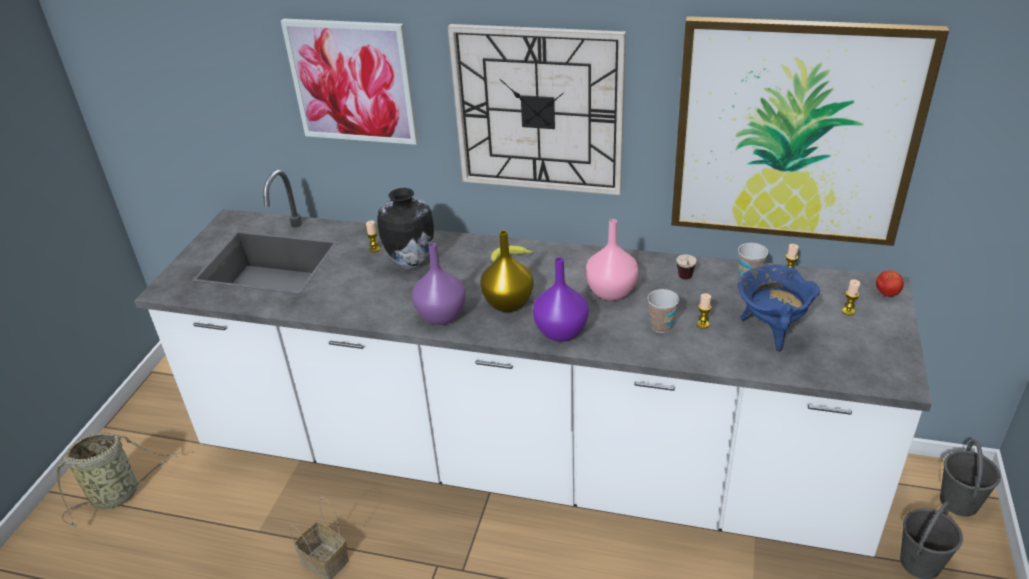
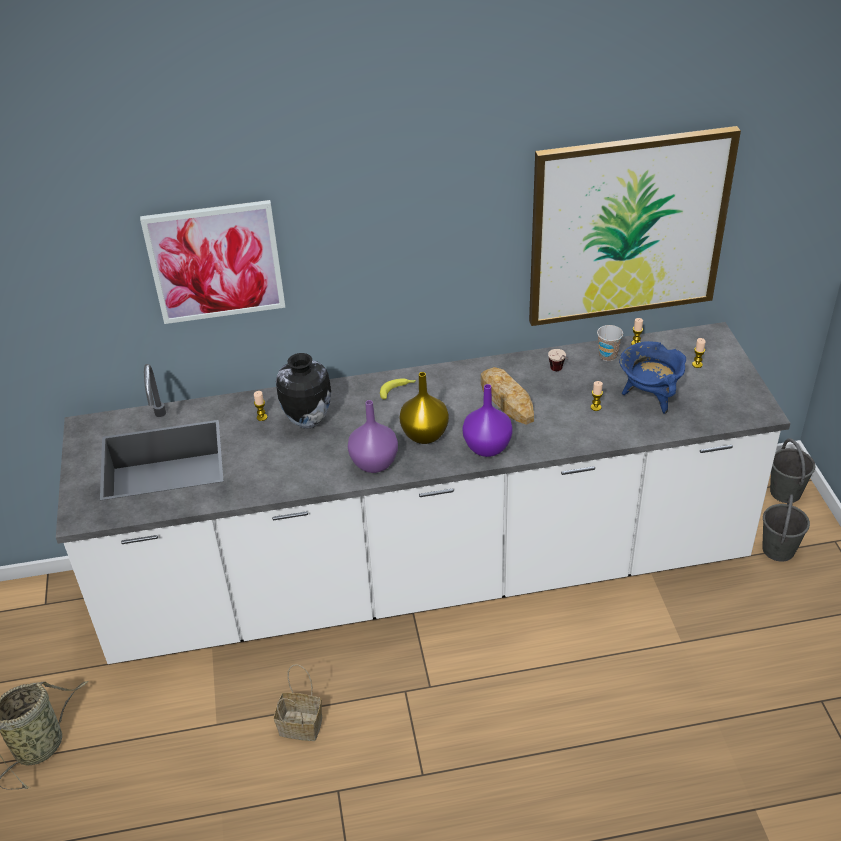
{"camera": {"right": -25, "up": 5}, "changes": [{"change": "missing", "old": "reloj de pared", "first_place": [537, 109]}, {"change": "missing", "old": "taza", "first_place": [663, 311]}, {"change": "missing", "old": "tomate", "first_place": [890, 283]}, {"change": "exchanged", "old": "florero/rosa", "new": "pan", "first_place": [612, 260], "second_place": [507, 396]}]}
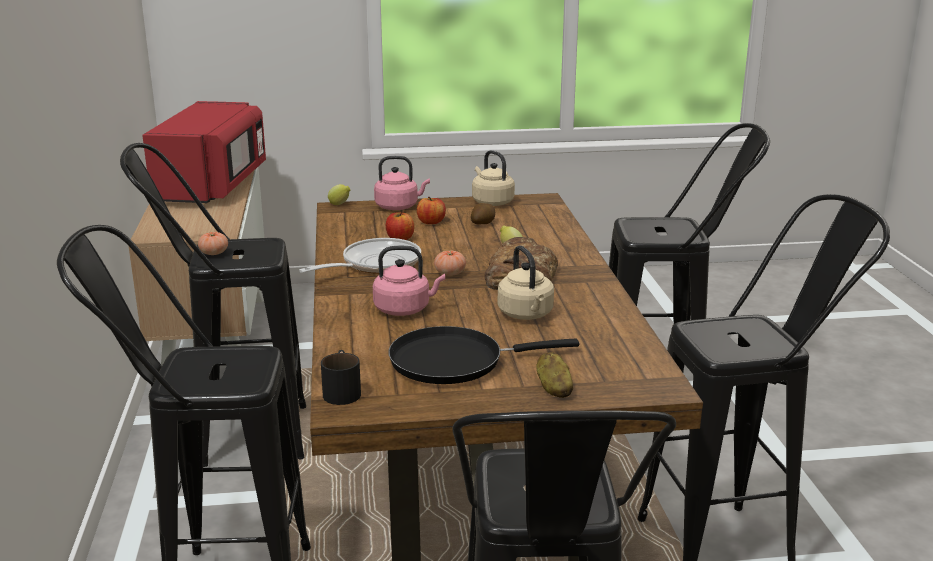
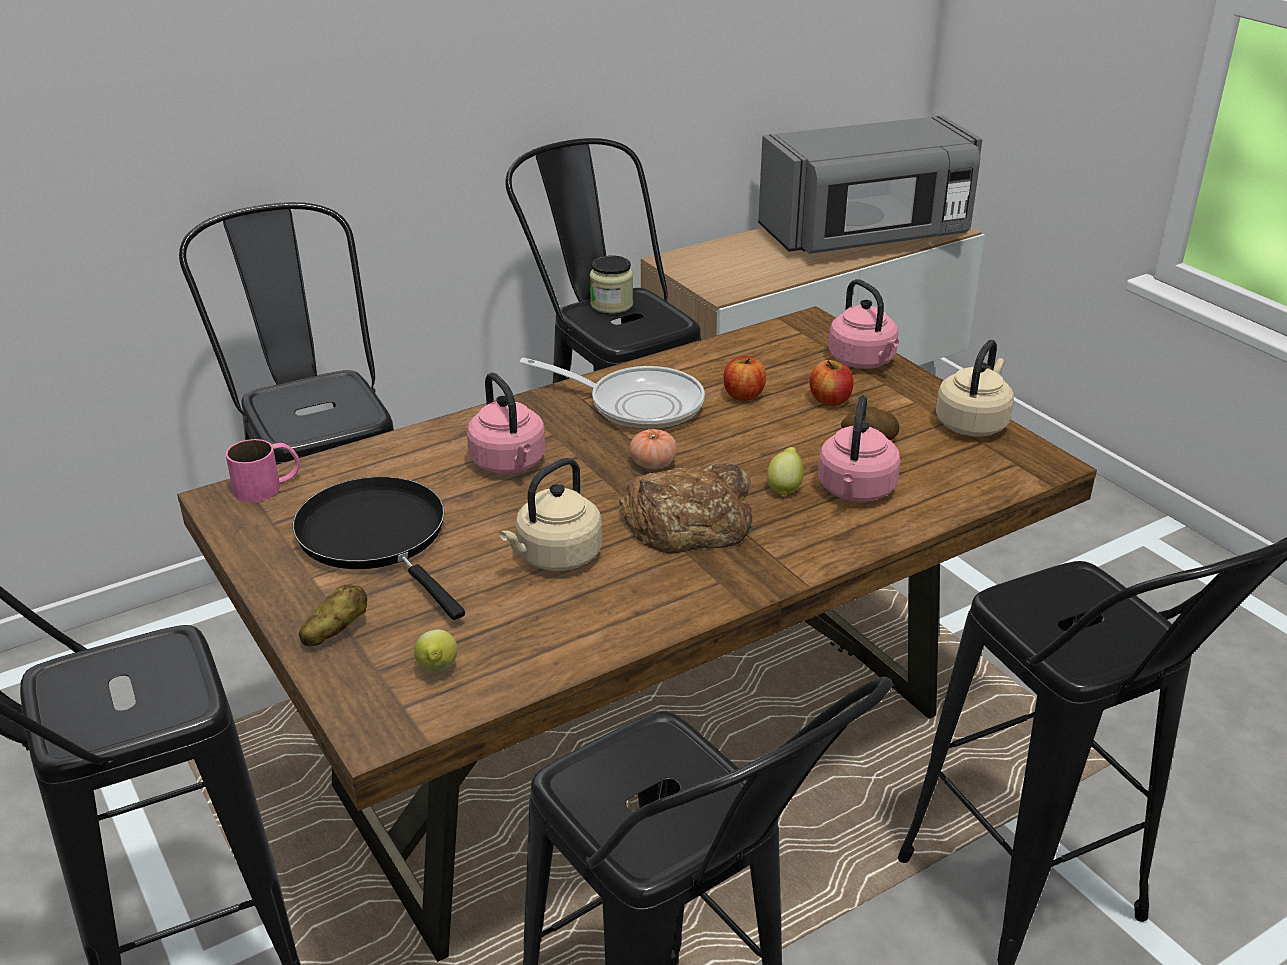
{"camera": {"right": 65, "up": 10}, "changes": [{"change": "appeared", "new": "hervidor/rosa", "second_place": [859, 448]}, {"change": "relocated", "old": "limón", "first_place": [339, 194], "second_place": [436, 651]}, {"change": "exchanged", "old": "tomate", "new": "tarro", "first_place": [213, 243], "second_place": [611, 284]}, {"change": "colour", "old": "microondas/rojo", "new": "microondas/gris", "first_place": [204, 152], "second_place": [870, 184]}, {"change": "colour", "old": "taza grande/negro", "new": "taza grande/rosa", "first_place": [341, 377], "second_place": [263, 470]}]}
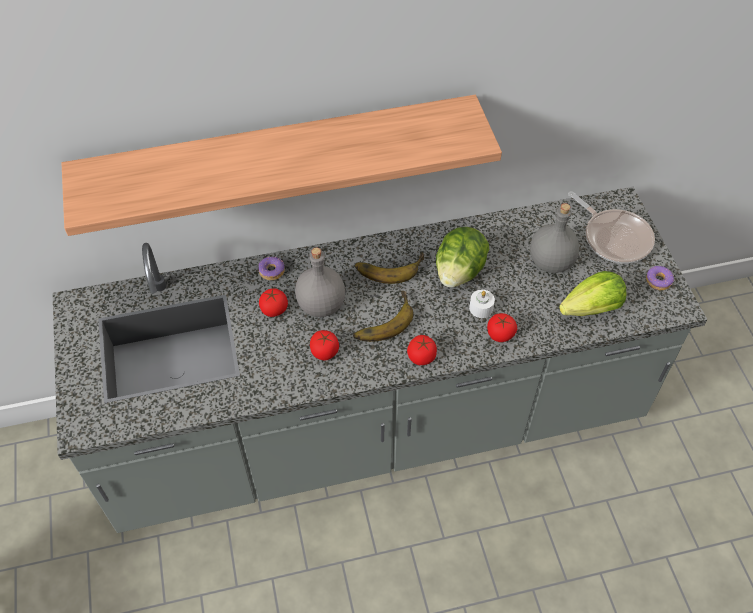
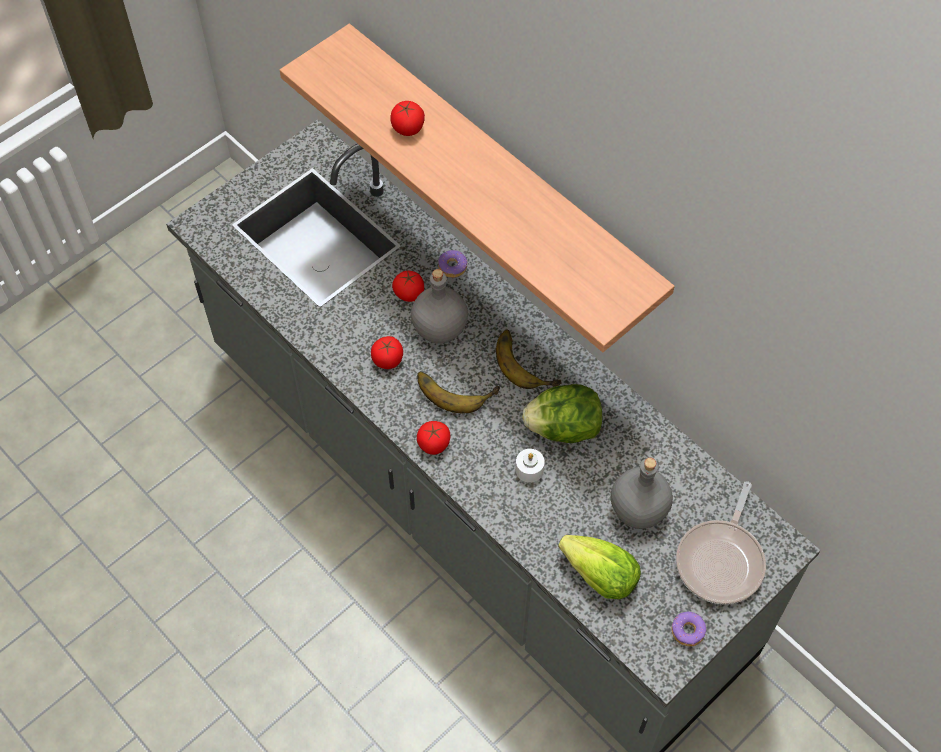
{"camera": {"right": 60, "up": 5}, "changes": [{"change": "relocated", "old": "tomate", "first_place": [502, 327], "second_place": [407, 118]}]}
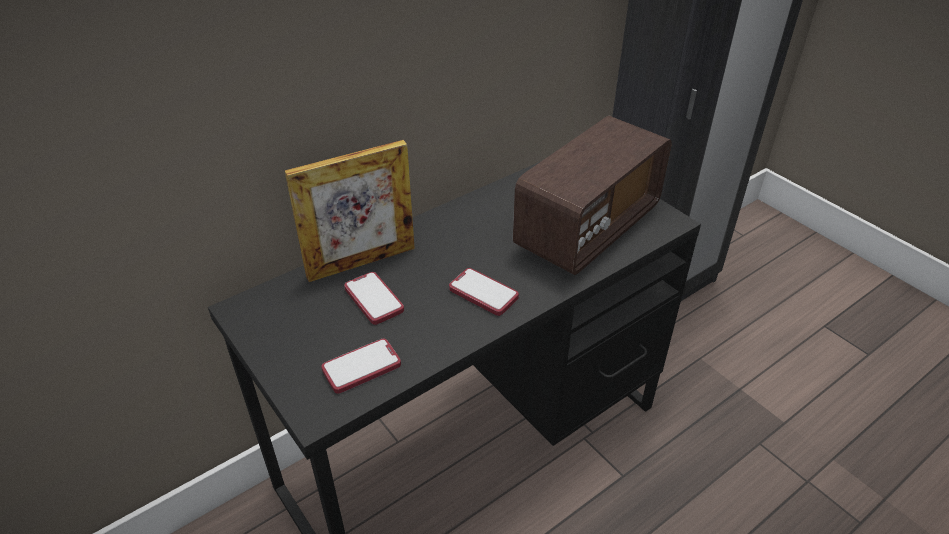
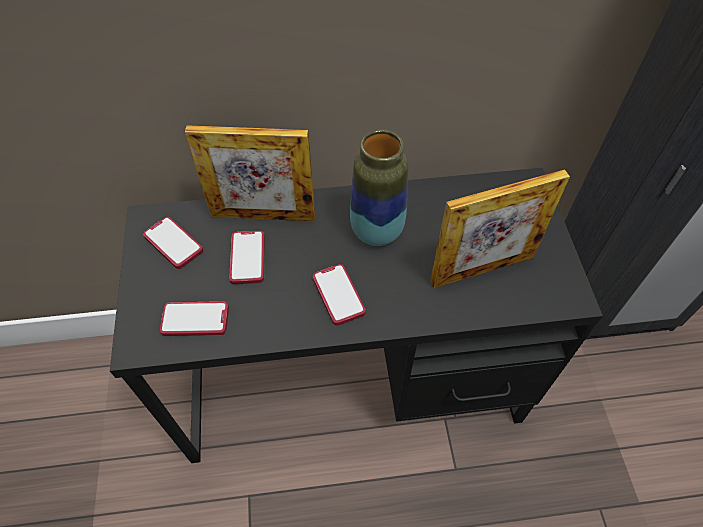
{"camera": {"right": 30, "up": 15}, "changes": [{"change": "appeared", "new": "móvil", "second_place": [173, 243]}, {"change": "appeared", "new": "florero", "second_place": [379, 188]}, {"change": "exchanged", "old": "radio", "new": "portarretratos", "first_place": [592, 195], "second_place": [500, 228]}]}
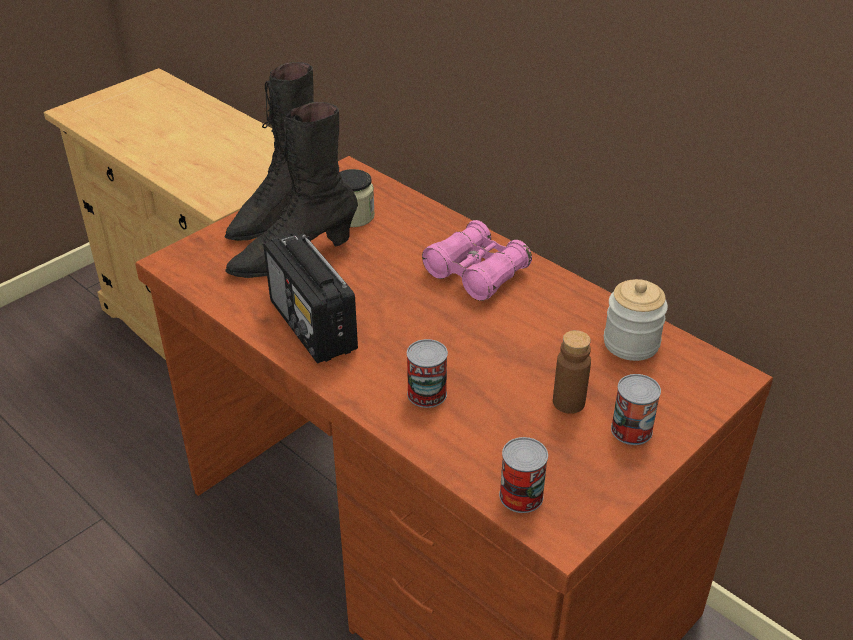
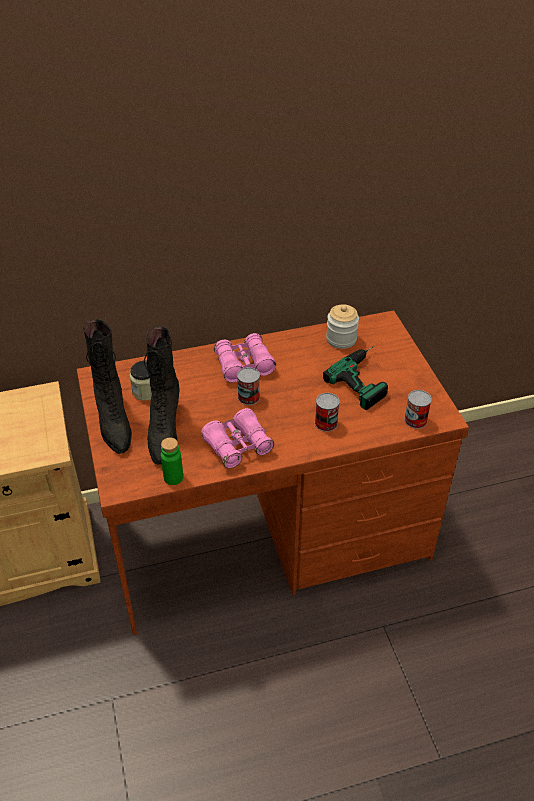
{"camera": {"right": -60, "up": 5}, "changes": [{"change": "appeared", "new": "botella/verde", "second_place": [172, 461]}, {"change": "relocated", "old": "lata", "first_place": [636, 409], "second_place": [248, 386]}, {"change": "exchanged", "old": "radio", "new": "prismáticos/rosa", "first_place": [310, 298], "second_place": [237, 438]}, {"change": "exchanged", "old": "botella/marrón", "new": "taladro", "first_place": [572, 372], "second_place": [355, 378]}]}
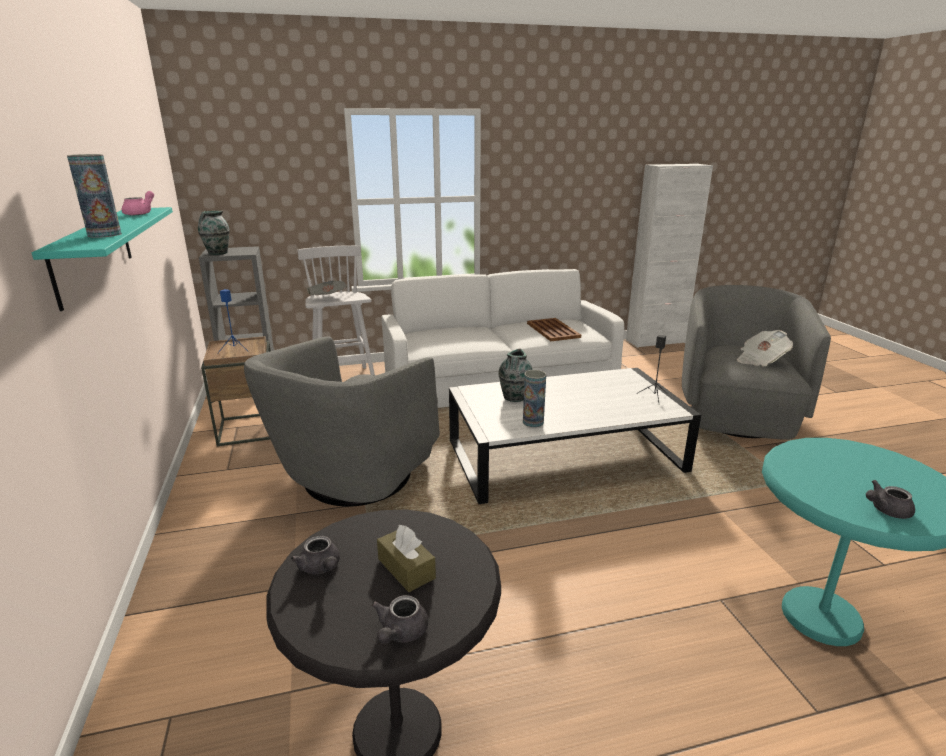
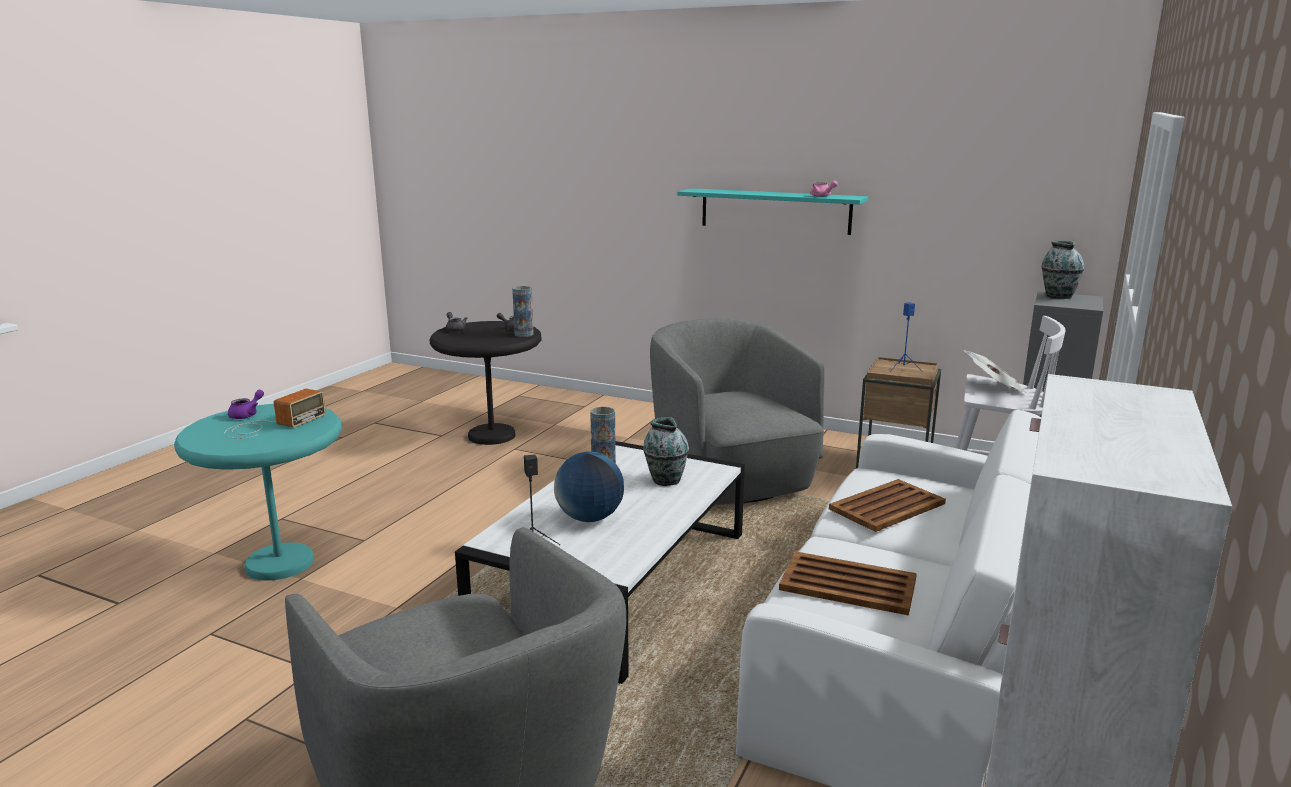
{"camera": {"right": 130, "up": -5}, "changes": [{"change": "missing", "old": "caja de pañuelos/marrón", "first_place": [406, 558]}, {"change": "missing", "old": "periódico", "first_place": [765, 348]}, {"change": "appeared", "new": "radio", "second_place": [275, 414]}, {"change": "appeared", "new": "globo terráqueo", "second_place": [589, 486]}, {"change": "appeared", "new": "bandeja/marrón", "second_place": [887, 505]}, {"change": "relocated", "old": "florero", "first_place": [94, 196], "second_place": [523, 311]}, {"change": "colour", "old": "tetera/gris", "new": "tetera/morado", "first_place": [890, 499], "second_place": [246, 404]}]}
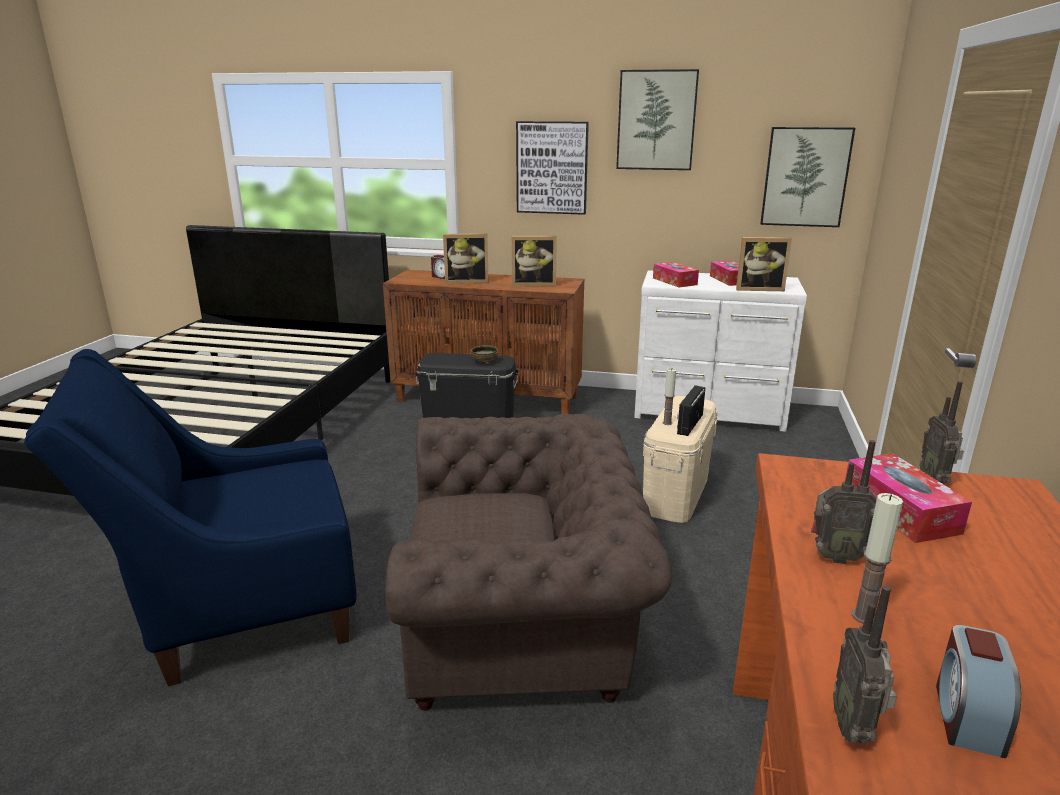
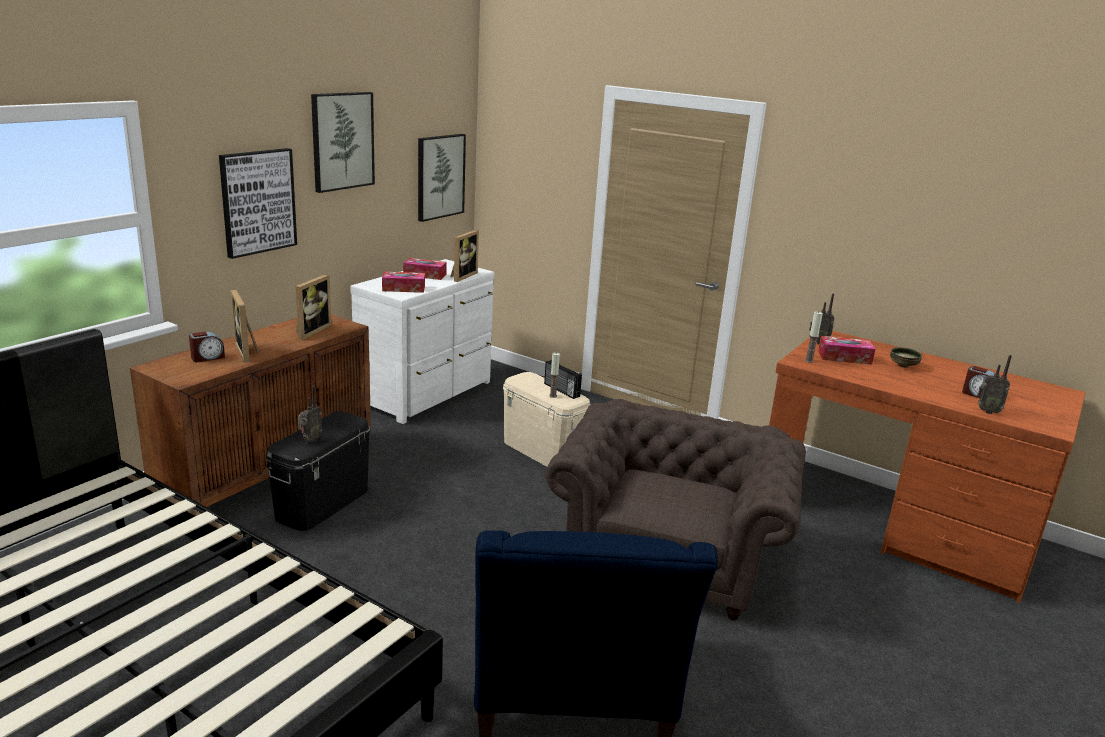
{"camera": {"right": -70, "up": 0}, "changes": [{"change": "relocated", "old": "cuenco", "first_place": [484, 354], "second_place": [906, 357]}, {"change": "relocated", "old": "radio", "first_place": [844, 502], "second_place": [310, 414]}, {"change": "relocated", "old": "vela", "first_place": [877, 558], "second_place": [814, 337]}, {"change": "spun", "old": "portarretratos", "first_place": [466, 258], "second_place": [245, 326], "degrees": 135}]}
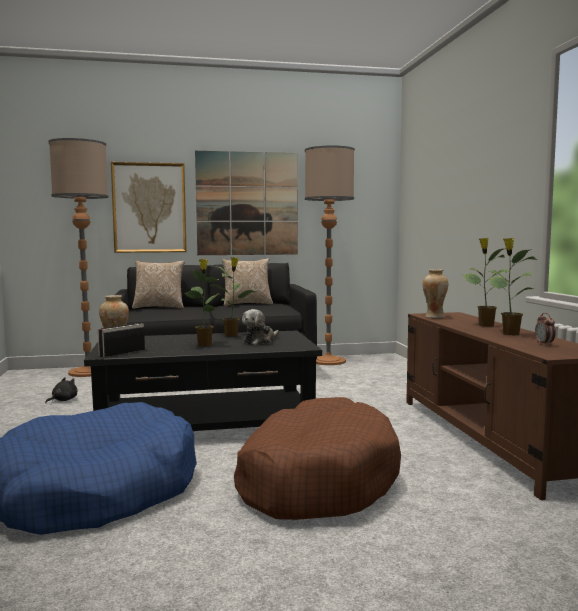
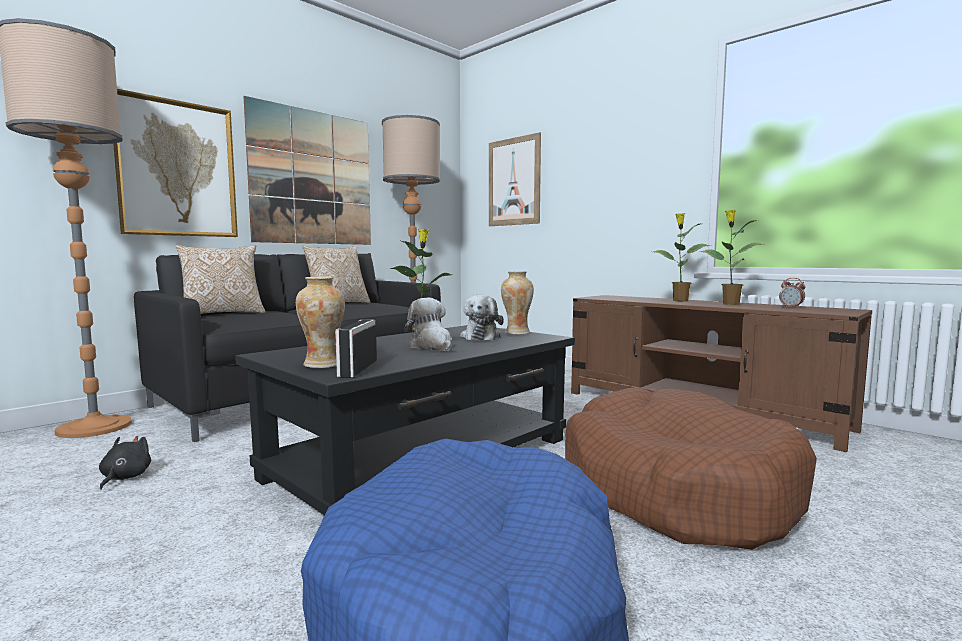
{"camera": {"right": -35, "up": 0}, "changes": [{"change": "appeared", "new": "cuadro", "second_place": [515, 179]}, {"change": "relocated", "old": "florero", "first_place": [435, 293], "second_place": [517, 303]}, {"change": "exchanged", "old": "planta en maceta", "new": "peluche", "first_place": [203, 302], "second_place": [428, 324]}]}
